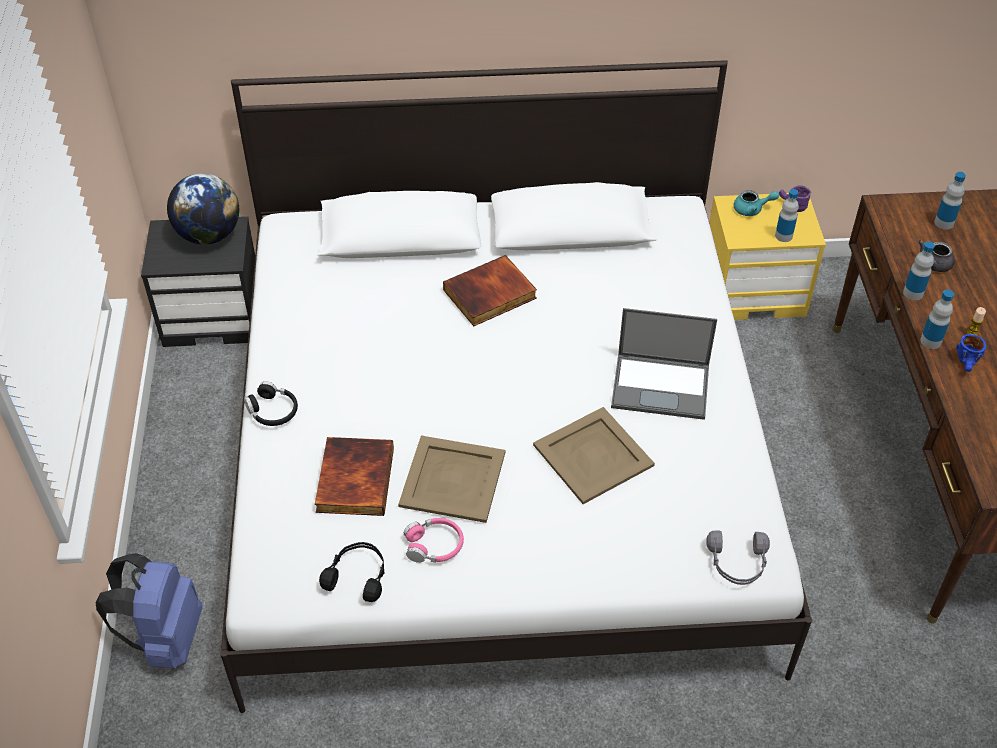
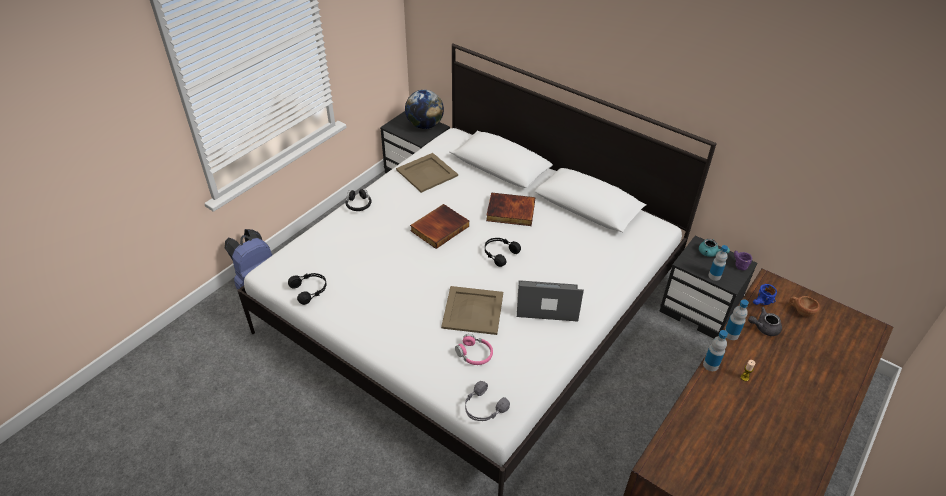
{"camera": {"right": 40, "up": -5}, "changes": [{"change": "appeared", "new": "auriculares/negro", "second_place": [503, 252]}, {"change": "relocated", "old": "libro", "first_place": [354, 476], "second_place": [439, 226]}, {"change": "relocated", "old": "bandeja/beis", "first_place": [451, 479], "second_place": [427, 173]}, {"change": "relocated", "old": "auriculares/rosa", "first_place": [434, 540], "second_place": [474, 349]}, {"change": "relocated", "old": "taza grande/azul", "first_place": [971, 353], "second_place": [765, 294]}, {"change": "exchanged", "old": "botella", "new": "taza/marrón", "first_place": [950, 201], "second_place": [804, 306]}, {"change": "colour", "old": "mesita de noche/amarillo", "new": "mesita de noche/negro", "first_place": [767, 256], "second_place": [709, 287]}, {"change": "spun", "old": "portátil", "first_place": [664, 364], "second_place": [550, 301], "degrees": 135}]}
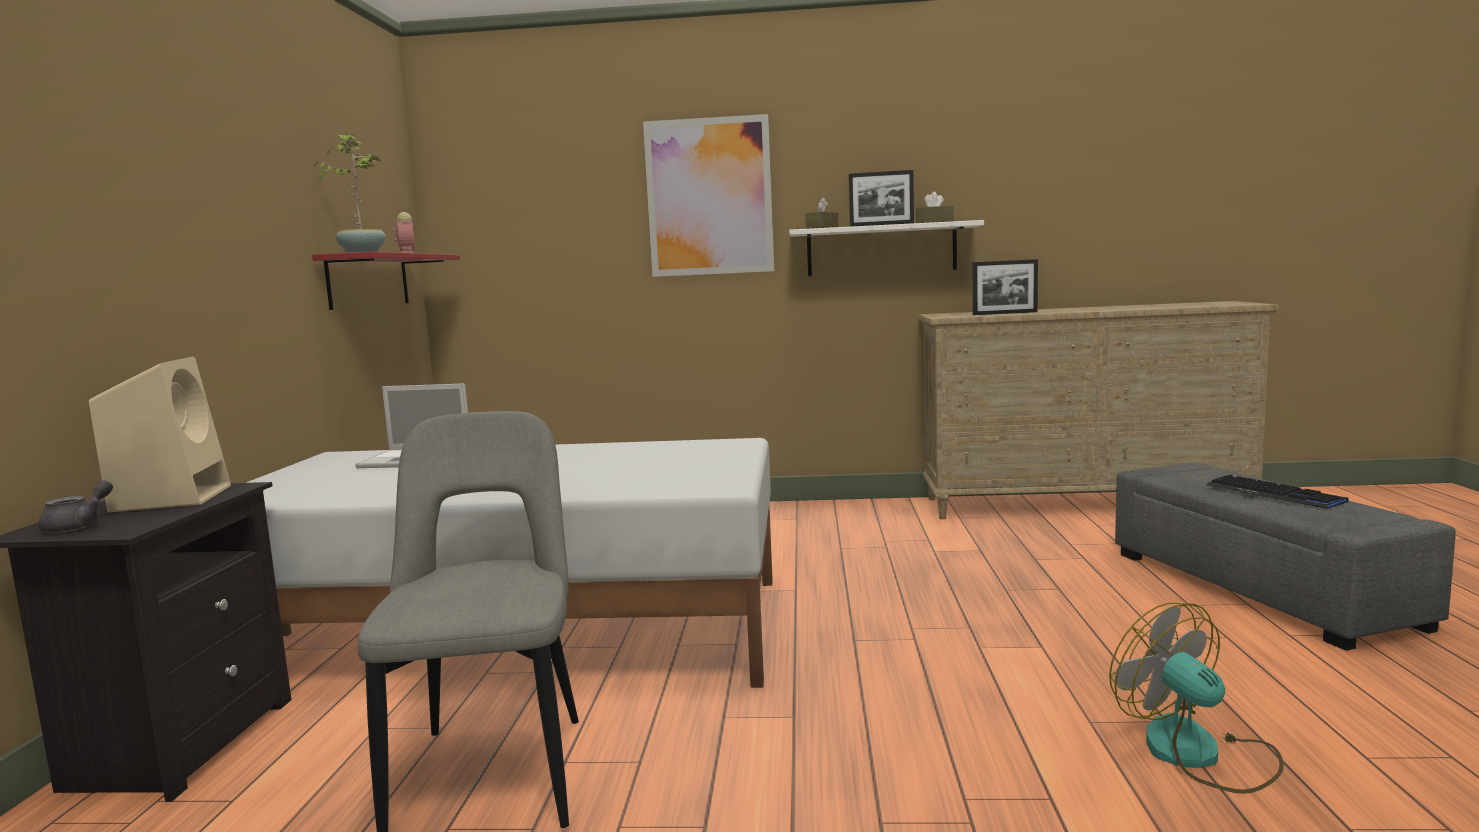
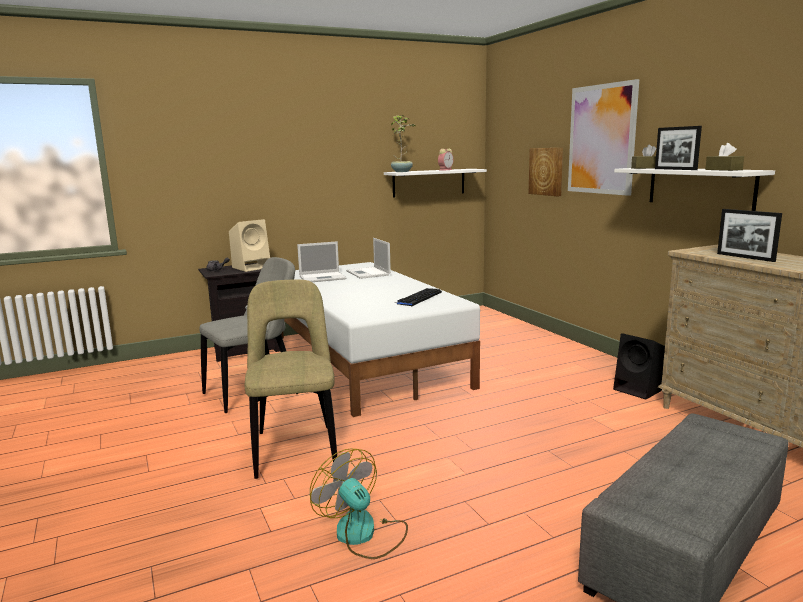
{"camera": {"right": 60, "up": 5}, "changes": [{"change": "appeared", "new": "silla/beis", "second_place": [291, 379]}, {"change": "appeared", "new": "portátil", "second_place": [321, 261]}, {"change": "appeared", "new": "cuadro", "second_place": [546, 172]}, {"change": "appeared", "new": "altavoz/negro", "second_place": [639, 366]}, {"change": "relocated", "old": "teclado", "first_place": [1277, 492], "second_place": [418, 297]}, {"change": "colour", "old": "estante/rojo", "new": "estante/blanco", "first_place": [386, 281], "second_place": [435, 183]}, {"change": "spun", "old": "ventilador", "first_place": [1196, 698], "second_place": [359, 503], "degrees": -75}]}
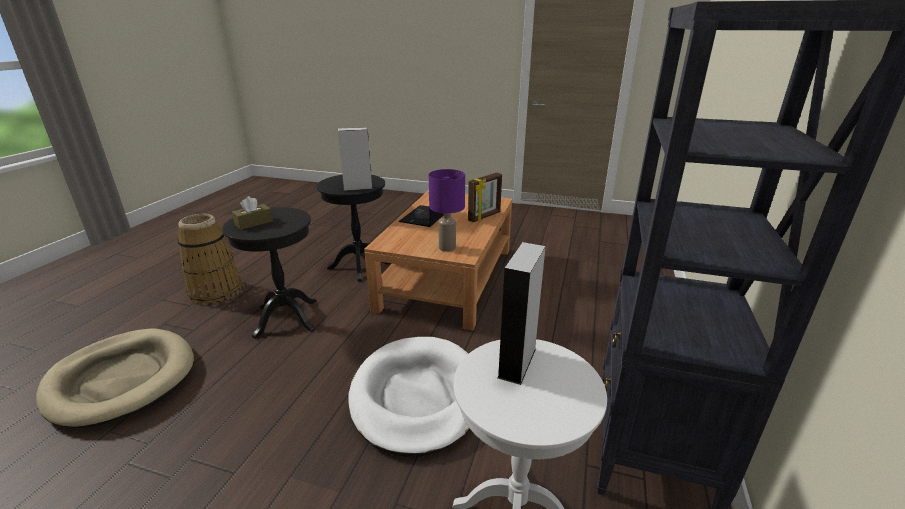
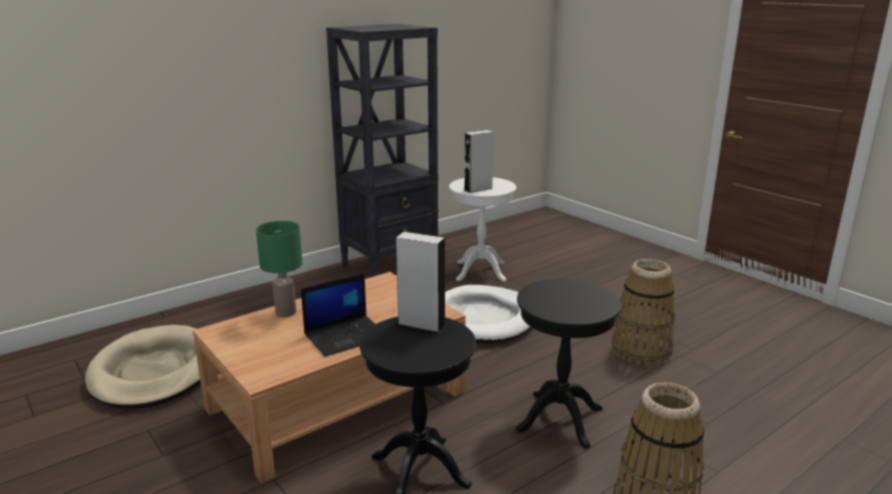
{"camera": {"right": -145, "up": -5}, "changes": [{"change": "missing", "old": "caja de pañuelos/marrón", "first_place": [252, 213]}, {"change": "missing", "old": "lámpara de mesa/morado", "first_place": [447, 210]}, {"change": "appeared", "new": "cesta", "second_place": [643, 312]}, {"change": "relocated", "old": "cama para perro/beis", "first_place": [115, 378], "second_place": [143, 367]}, {"change": "exchanged", "old": "portarretratos", "new": "lámpara de mesa/verde", "first_place": [485, 197], "second_place": [279, 269]}]}
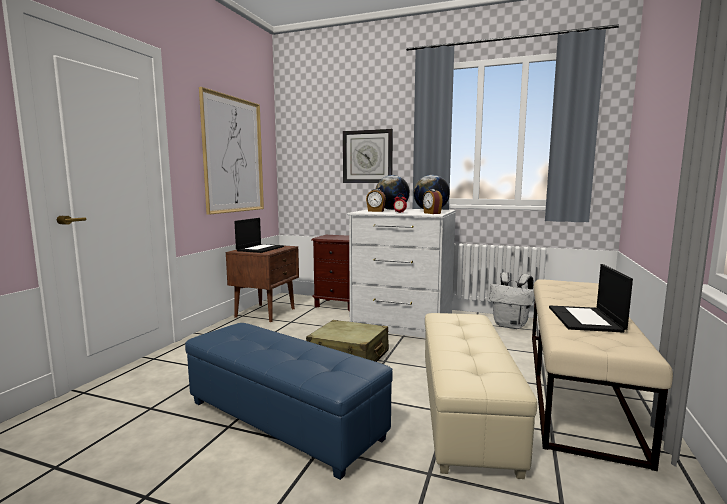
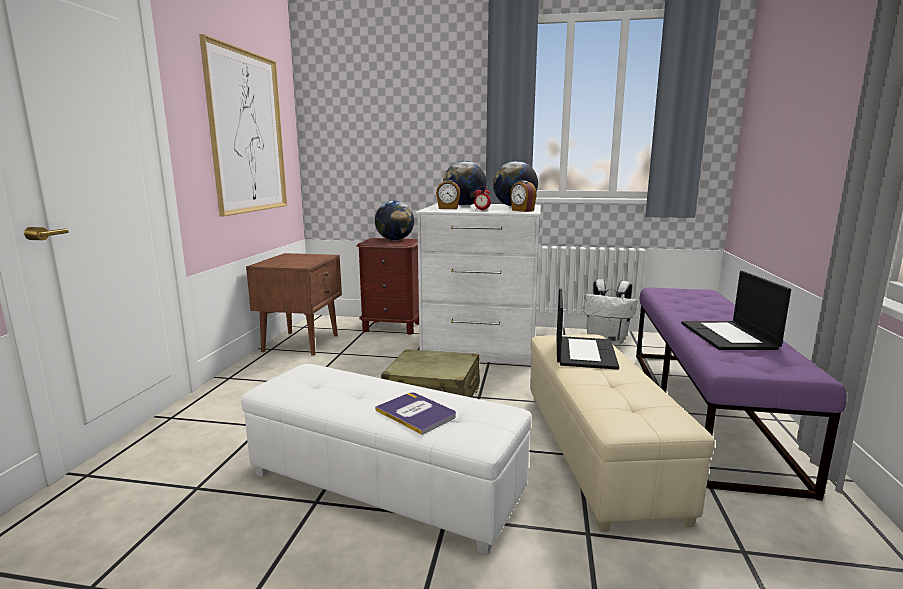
{"camera": {"right": -10, "up": 5}, "changes": [{"change": "missing", "old": "reloj de pared", "first_place": [368, 156]}, {"change": "appeared", "new": "globo terráqueo", "second_place": [394, 220]}, {"change": "appeared", "new": "libro", "second_place": [415, 413]}, {"change": "relocated", "old": "portátil", "first_place": [259, 235], "second_place": [588, 329]}, {"change": "colour", "old": "puf/azul", "new": "puf/blanco", "first_place": [289, 401], "second_place": [386, 459]}, {"change": "colour", "old": "banco/beis", "new": "banco/morado", "first_place": [602, 375], "second_place": [741, 394]}]}
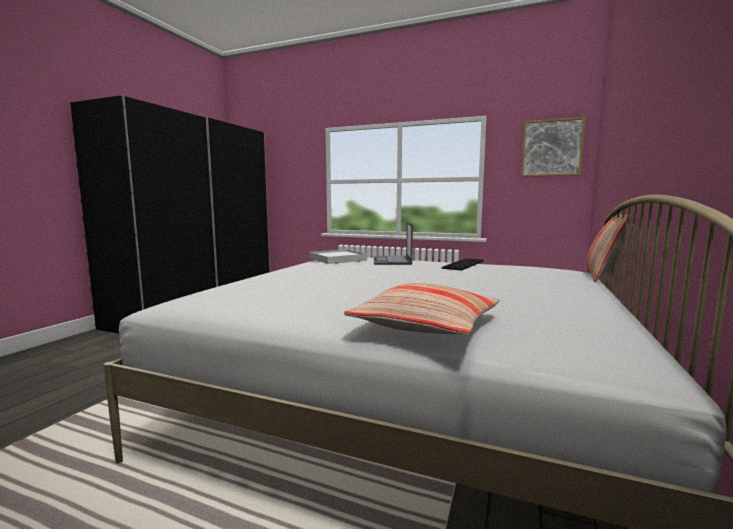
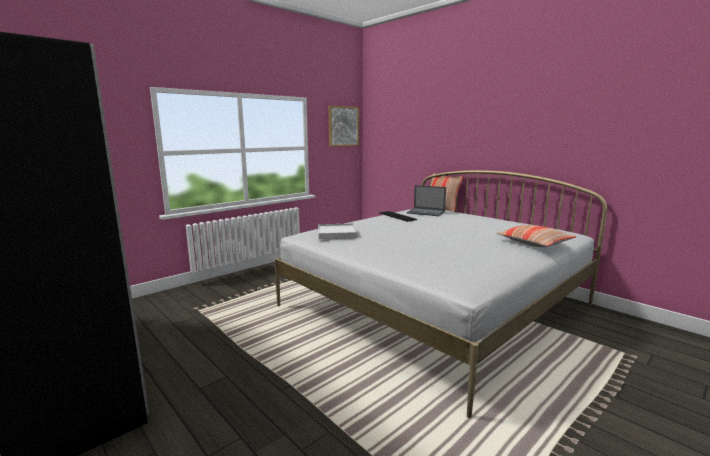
{"camera": {"right": -65, "up": 5}, "changes": [{"change": "relocated", "old": "portátil", "first_place": [393, 243], "second_place": [426, 200]}]}
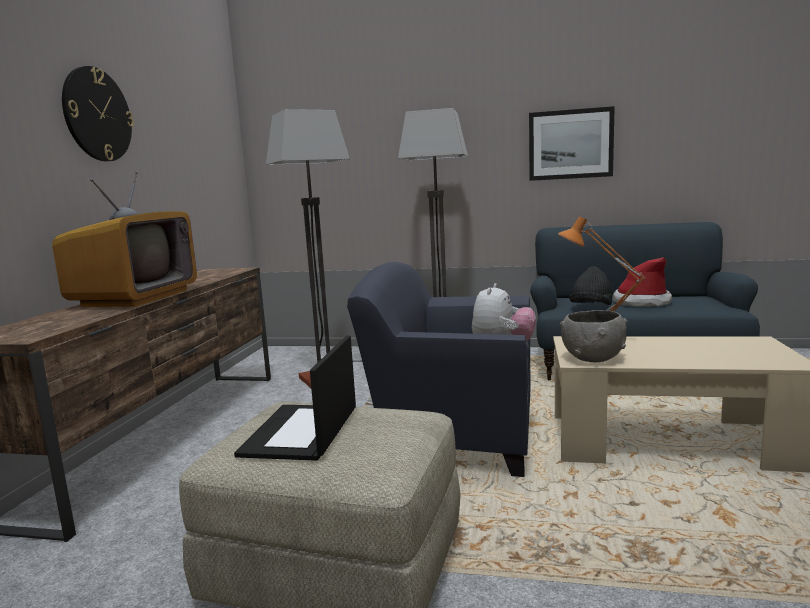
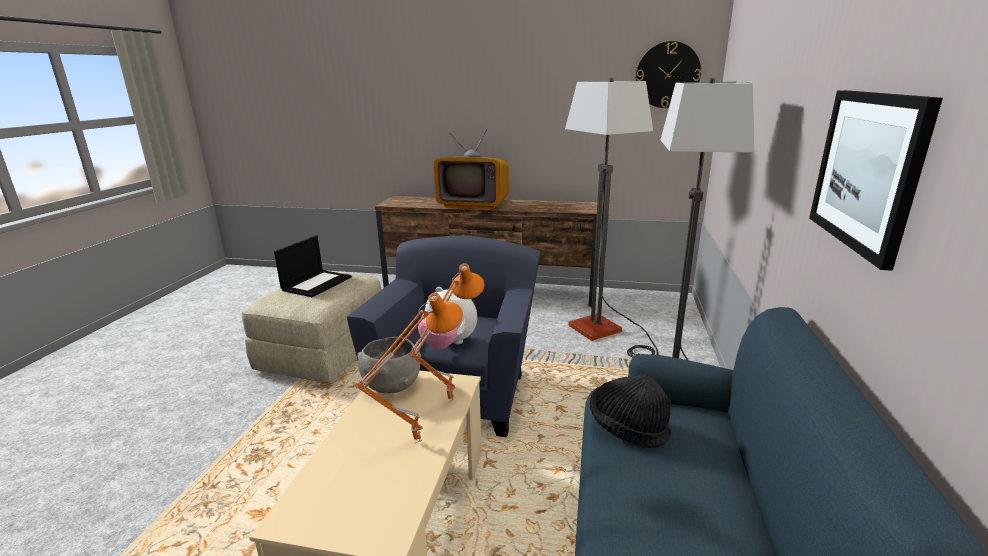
{"camera": {"right": 90, "up": 10}, "changes": [{"change": "missing", "old": "sombrero", "first_place": [642, 282]}, {"change": "appeared", "new": "lámpara de mesa/naranja", "second_place": [409, 368]}, {"change": "relocated", "old": "reloj de pared", "first_place": [98, 113], "second_place": [668, 74]}, {"change": "spun", "old": "portátil", "first_place": [295, 398], "second_place": [313, 266], "degrees": 105}]}
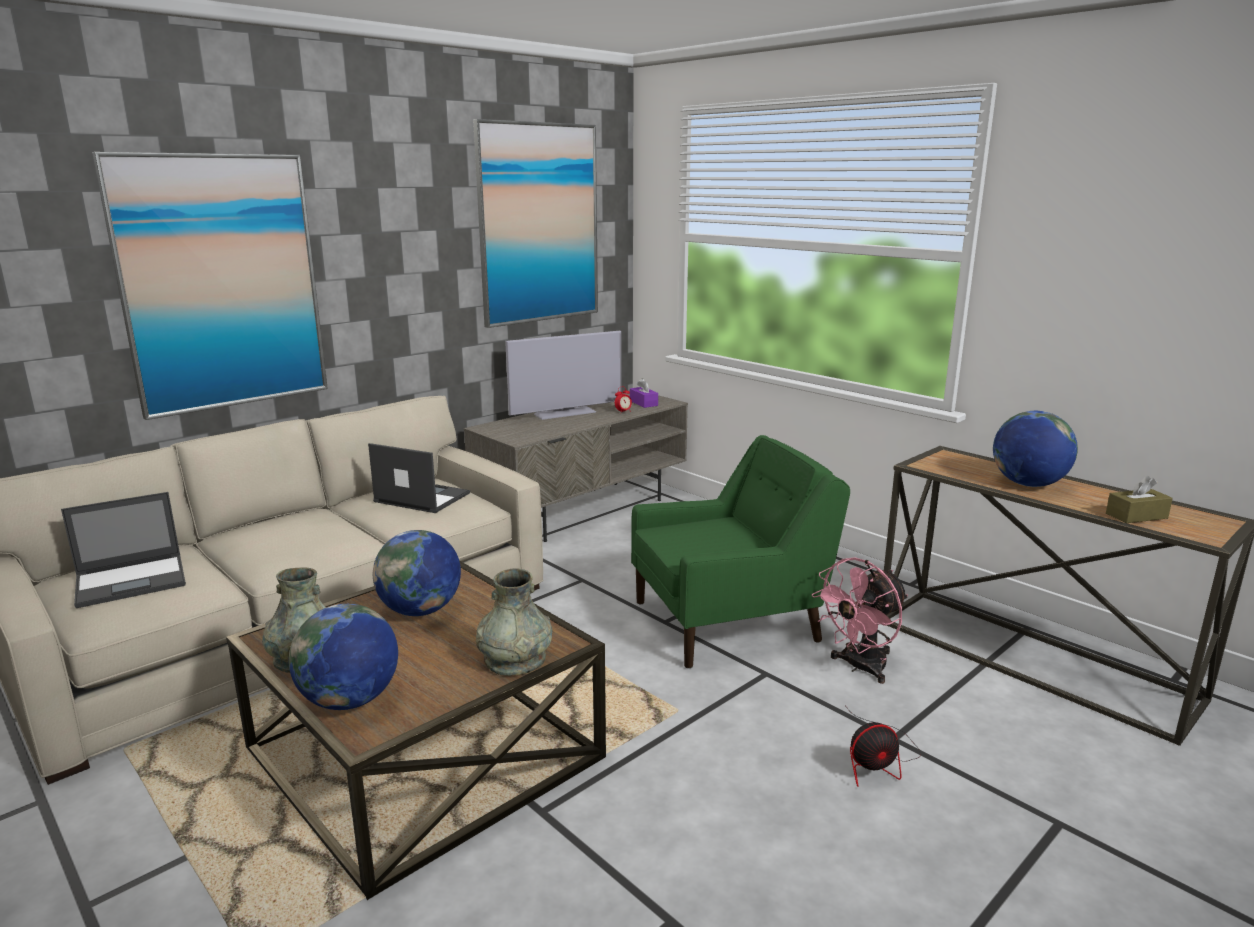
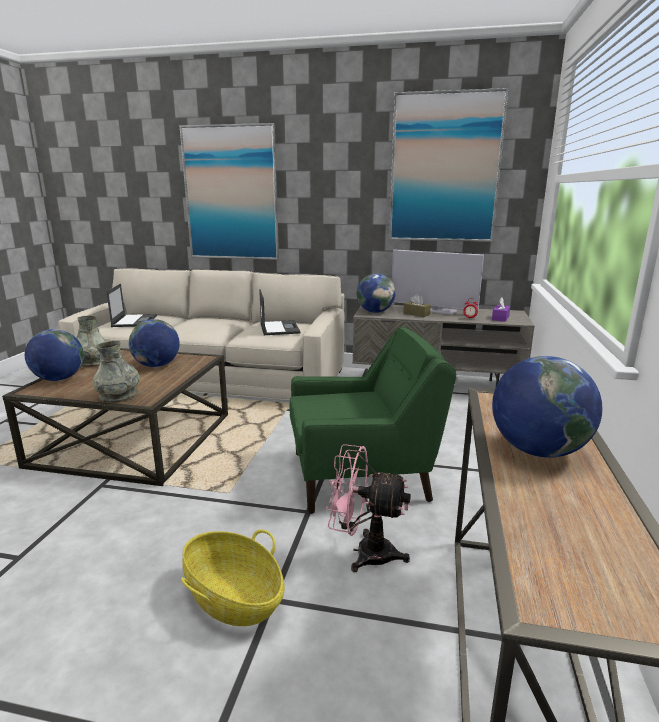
{"camera": {"right": 55, "up": 0}, "changes": [{"change": "appeared", "new": "globo terráqueo", "second_place": [376, 293]}, {"change": "relocated", "old": "caja de pañuelos/marrón", "first_place": [1139, 499], "second_place": [417, 305]}, {"change": "exchanged", "old": "ventilador", "new": "cesta", "first_place": [883, 747], "second_place": [233, 577]}, {"change": "spun", "old": "portátil", "first_place": [123, 550], "second_place": [131, 305], "degrees": -120}, {"change": "spun", "old": "sillón/verde", "first_place": [740, 551], "second_place": [373, 420], "degrees": -45}]}
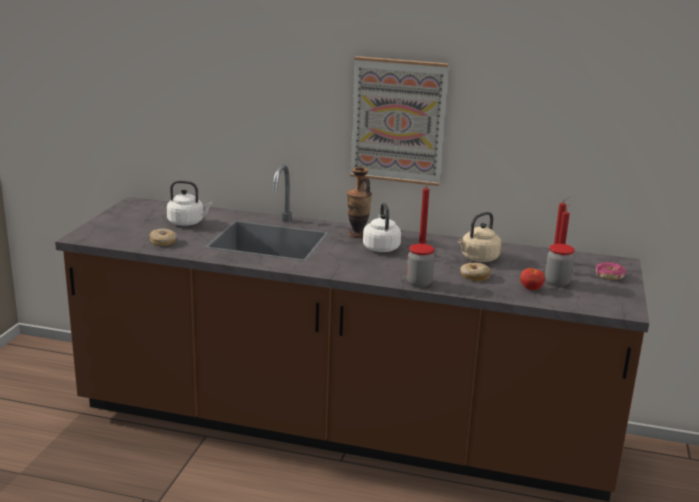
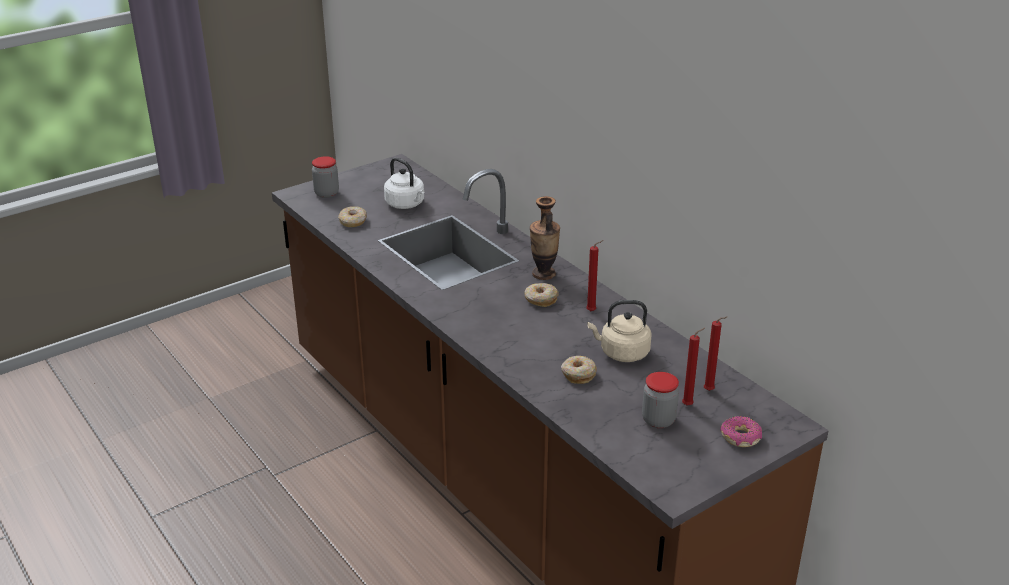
{"camera": {"right": 40, "up": 10}, "changes": [{"change": "missing", "old": "cuadro", "first_place": [399, 121]}, {"change": "missing", "old": "tomate", "first_place": [532, 279]}, {"change": "relocated", "old": "tarro", "first_place": [421, 265], "second_place": [325, 177]}, {"change": "exchanged", "old": "hervidor/blanco", "new": "rosquilla", "first_place": [382, 227], "second_place": [542, 295]}]}
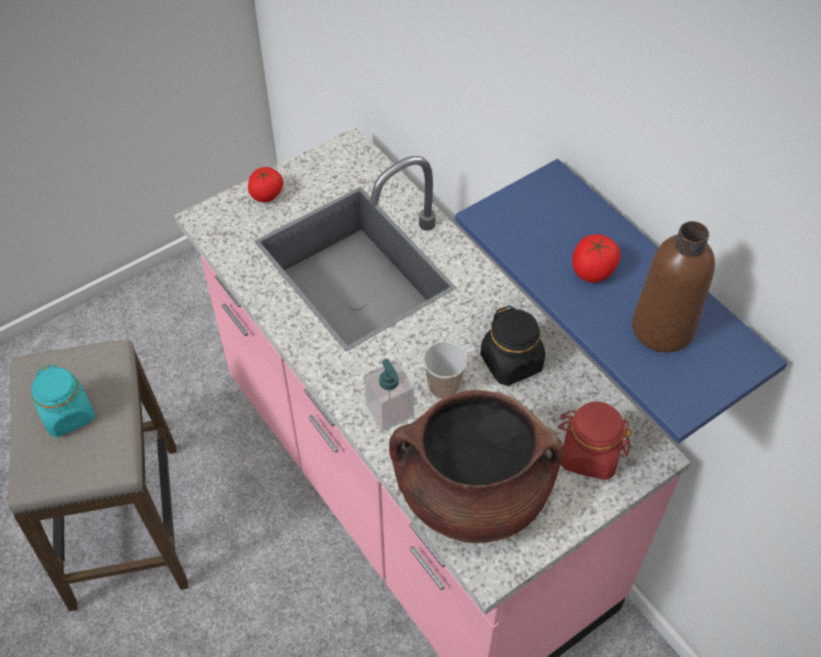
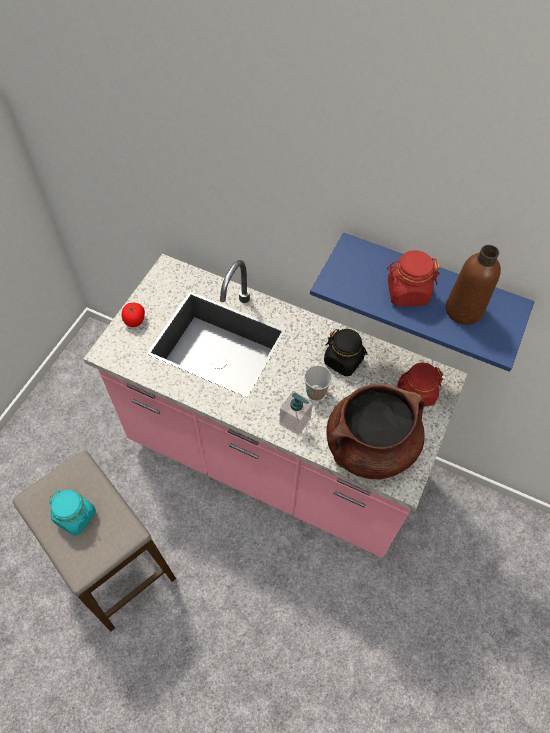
{"camera": {"right": -30, "up": 5}, "changes": [{"change": "exchanged", "old": "tomate", "new": "tarro/rojo", "first_place": [596, 258], "second_place": [413, 278]}]}
